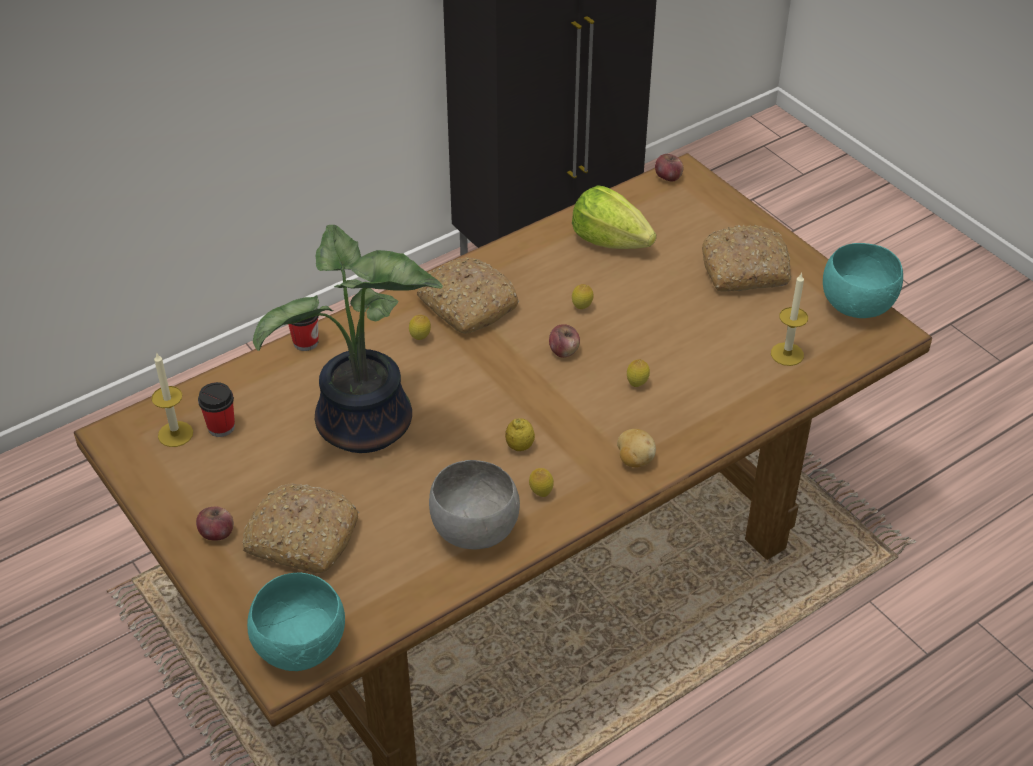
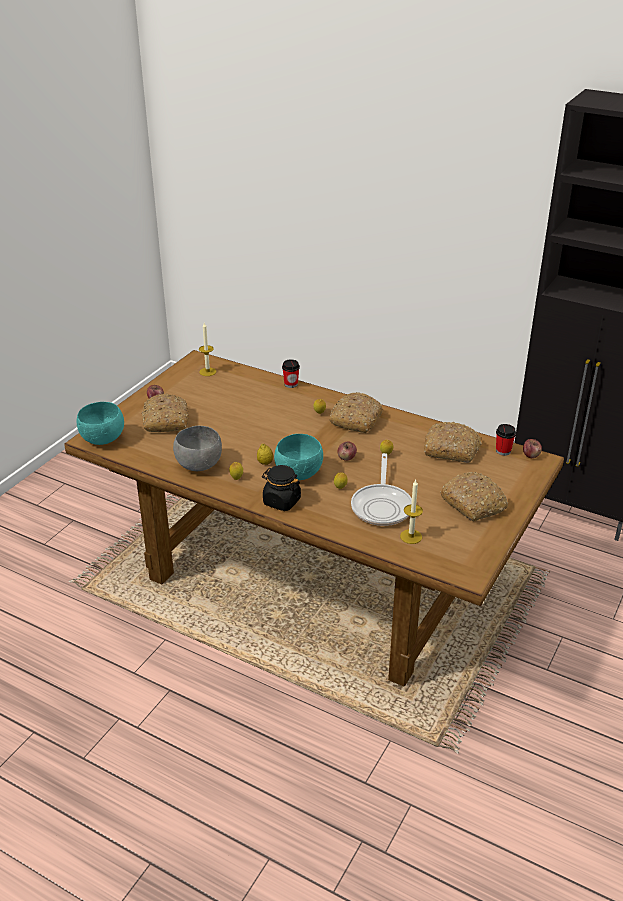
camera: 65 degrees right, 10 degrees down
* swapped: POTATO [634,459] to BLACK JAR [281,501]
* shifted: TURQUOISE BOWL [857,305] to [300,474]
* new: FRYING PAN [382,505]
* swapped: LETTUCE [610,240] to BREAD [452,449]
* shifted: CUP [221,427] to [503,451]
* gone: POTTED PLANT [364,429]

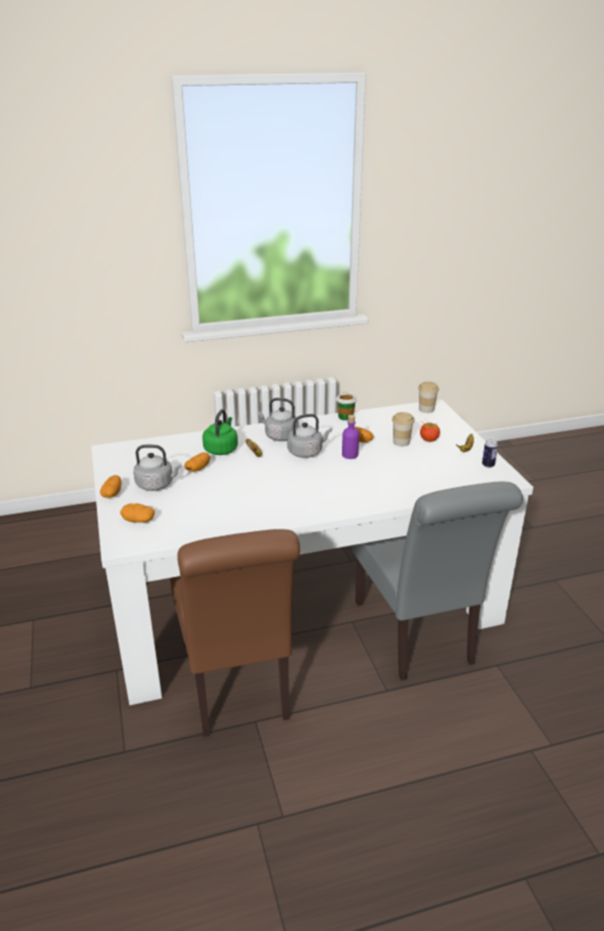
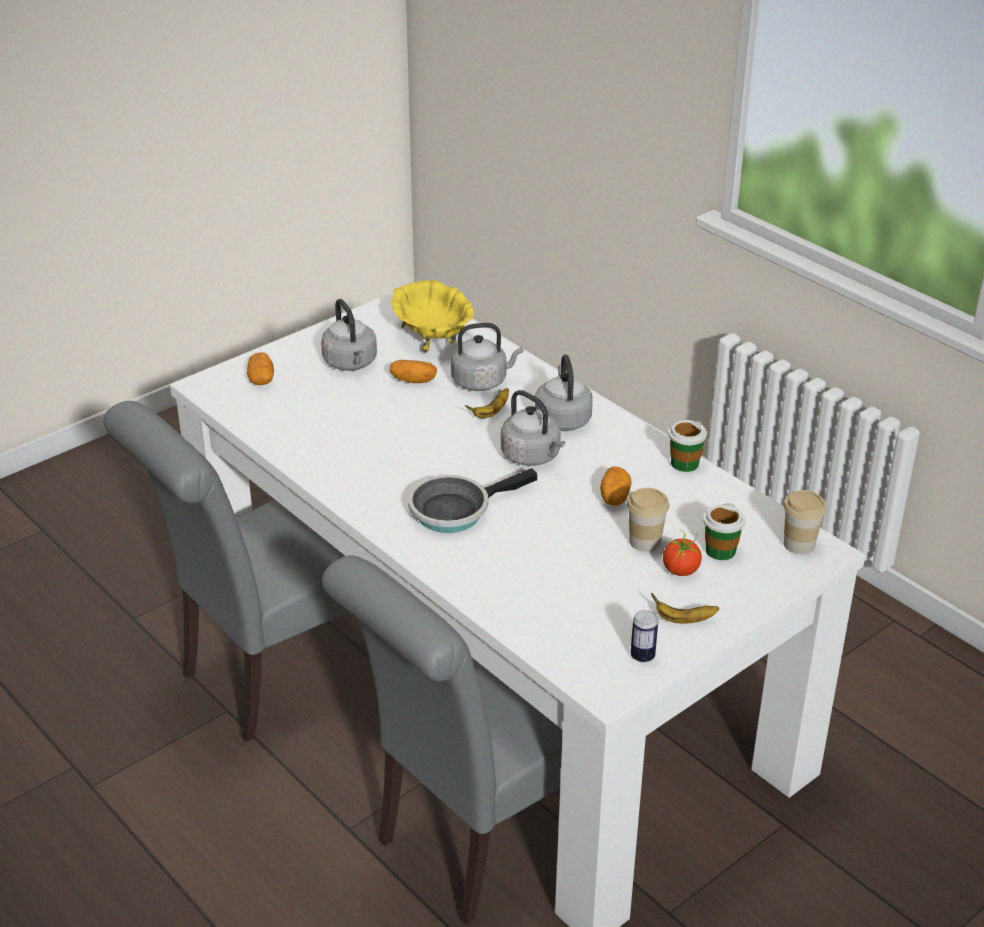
camera: 65 degrees right, 5 degrees up
* repainted: BROWN CHAIR [237,686] to GREY CHAIR [279,673]
* new: YELLOW BOWL [433,336]
* new: FRYING PAN [455,510]
* repainted: GREEN KETTLE [221,449] to GREY KETTLE [482,381]
* new: CUP [720,551]
* gone: POTATO [112,493]
* gone: PURPLE BOTTLE [350,455]

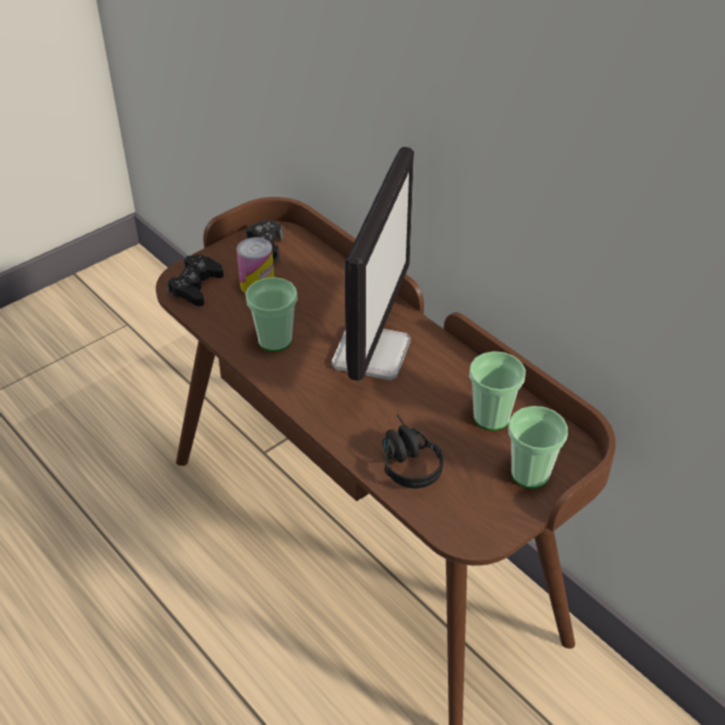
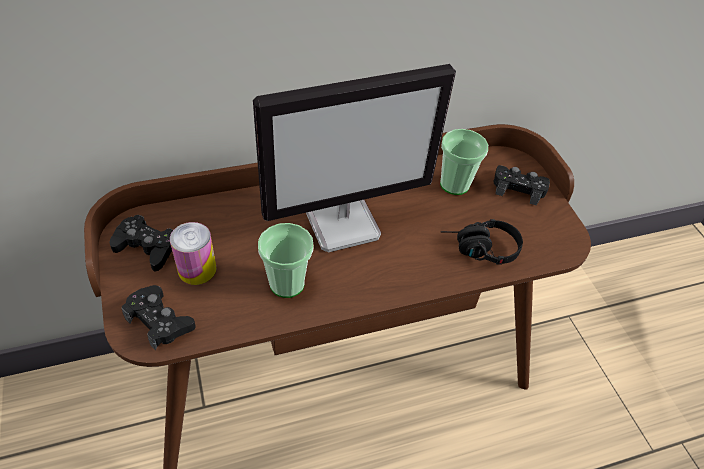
camera: 70 degrees left, 5 degrees up
* rotated: MONITOR [371,352] = [344,223] 120 degrees clockwise
* swapped: CUP [530,473] to BLACK GAME CONTROLLER [518,188]

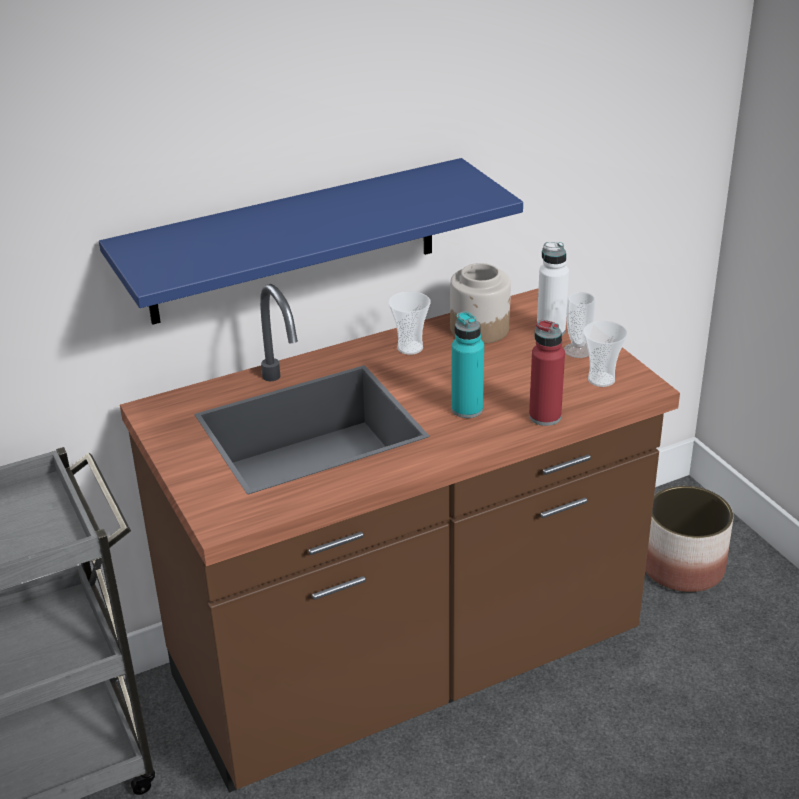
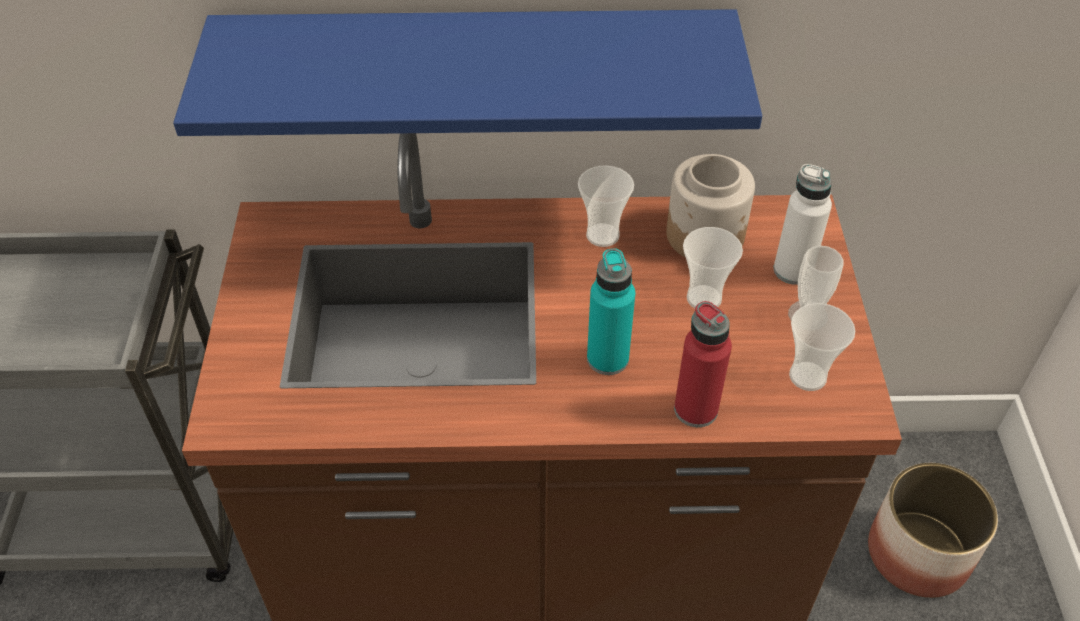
camera: 25 degrees right, 15 degrees up
* new: CUP [704,298]

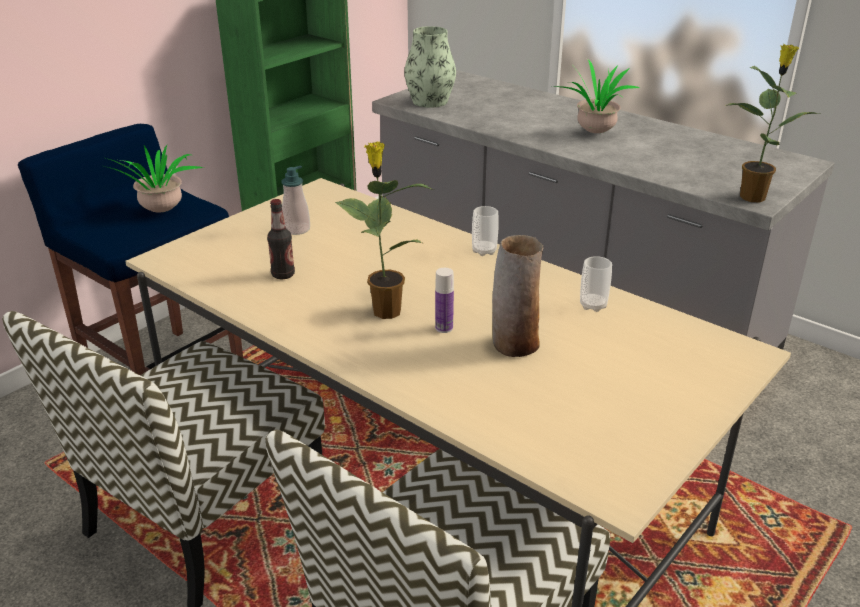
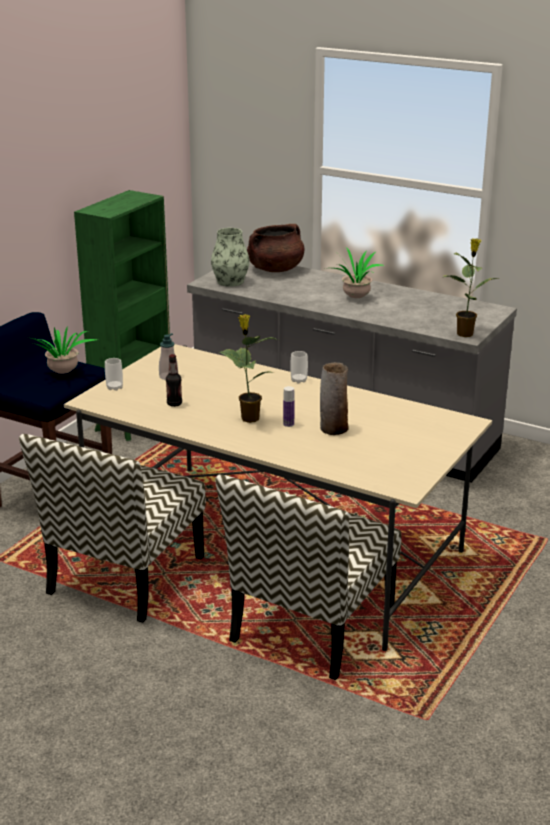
camera: 10 degrees left, 5 degrees down
* shifted: CUP [593,305] to [114,387]
* new: BROWN COOKING POT [275,269]

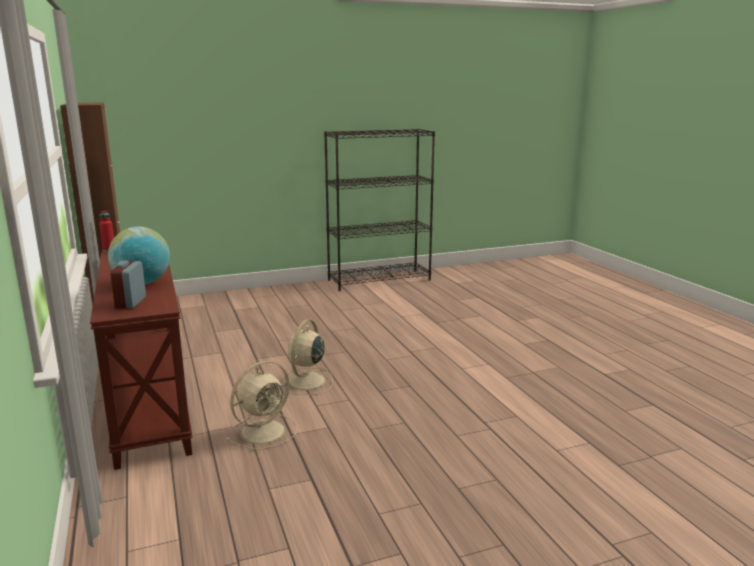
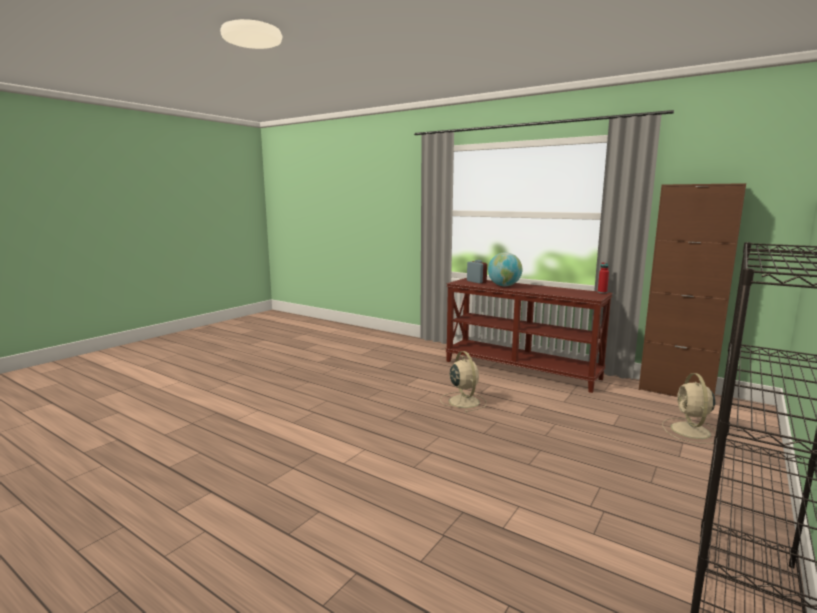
camera: 145 degrees right, 5 degrees down
* shifted: BEIGE FAN [265,431] to [691,431]

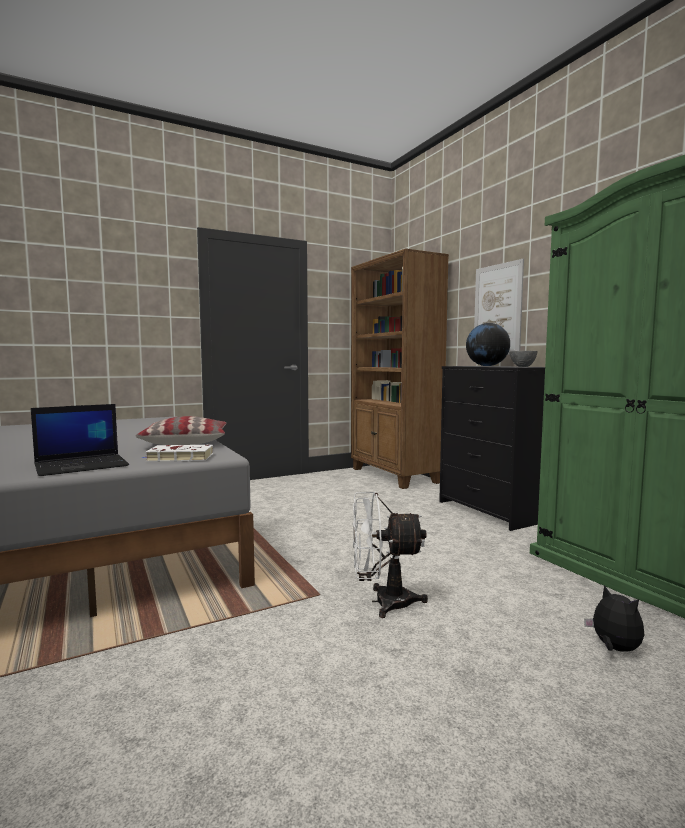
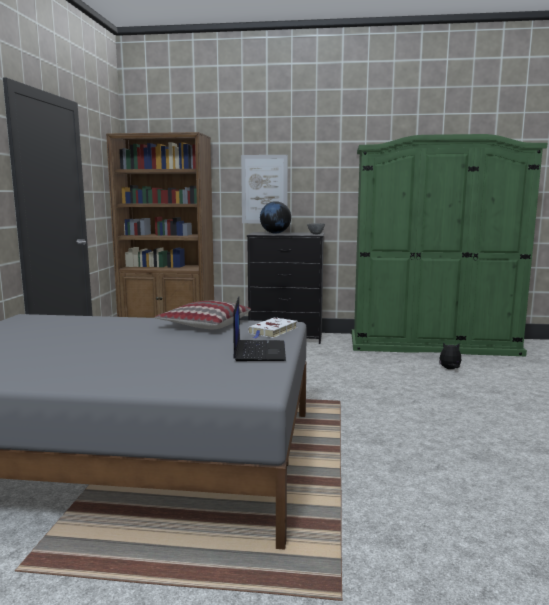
camera: 55 degrees left, 5 degrees up
* gone: WHITE FAN [383,602]

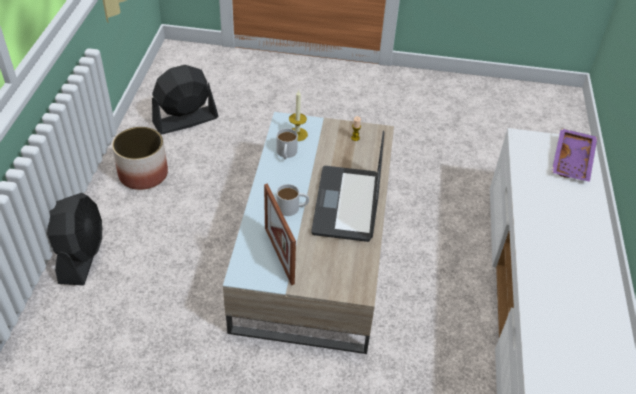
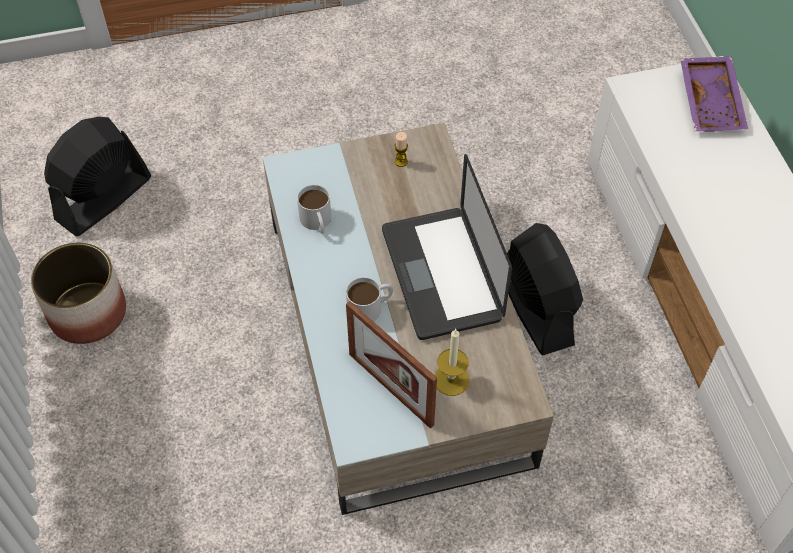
camera: 20 degrees left, 10 degrees up
* shifted: CANDLE [297,134] to [451,380]
* shifted: BLACK FAN [81,255] to [535,308]

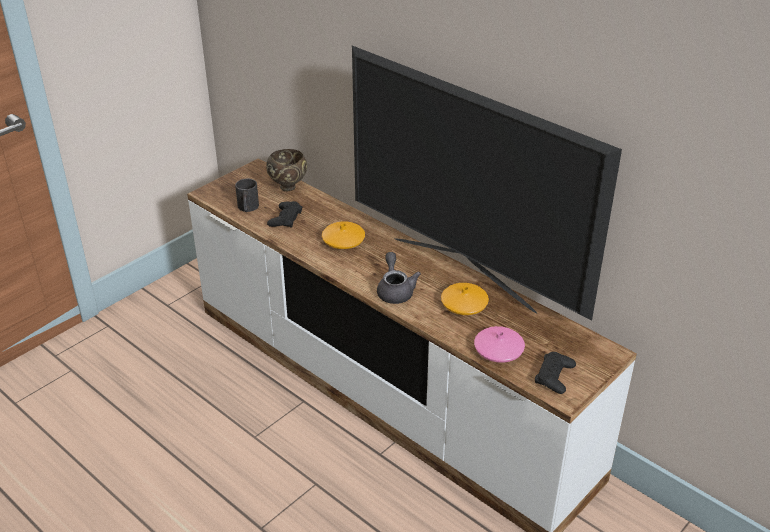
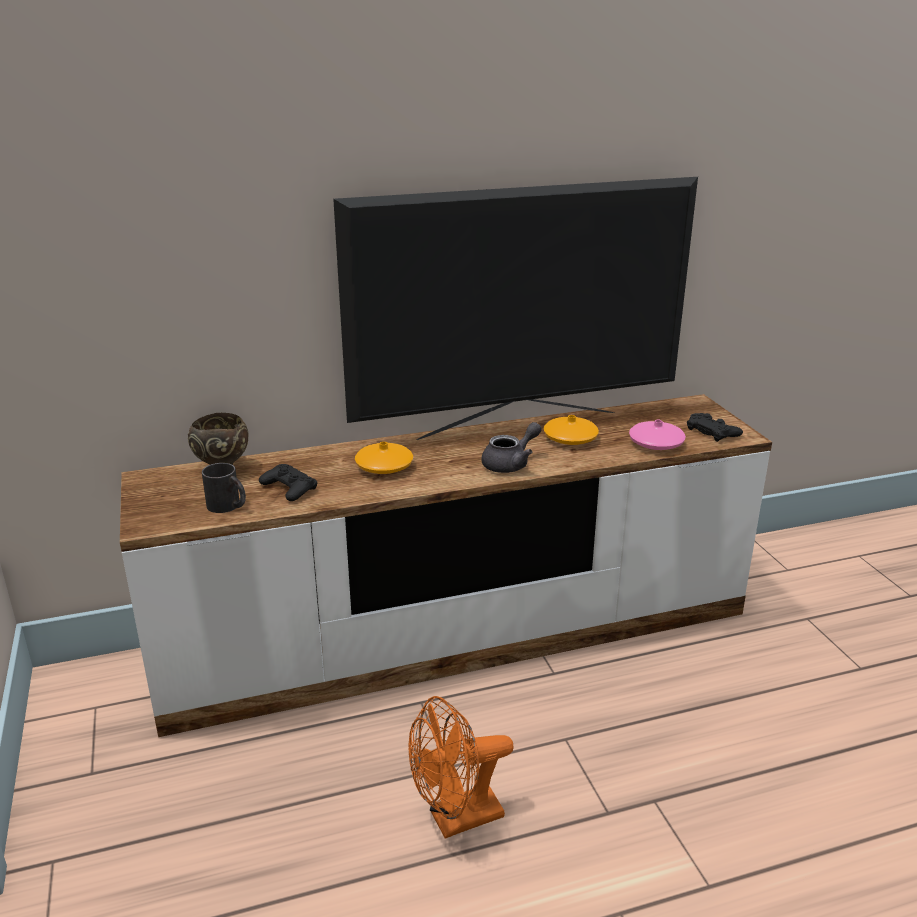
camera: 60 degrees left, 10 degrees down
* new: ORANGE FAN [456,819]
* rotated: GREY TEAPOT [395,290] = [511,464] 120 degrees clockwise

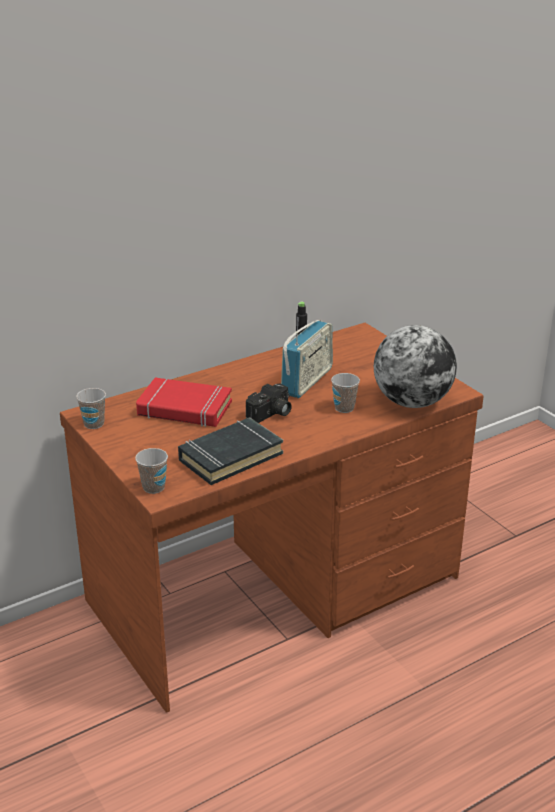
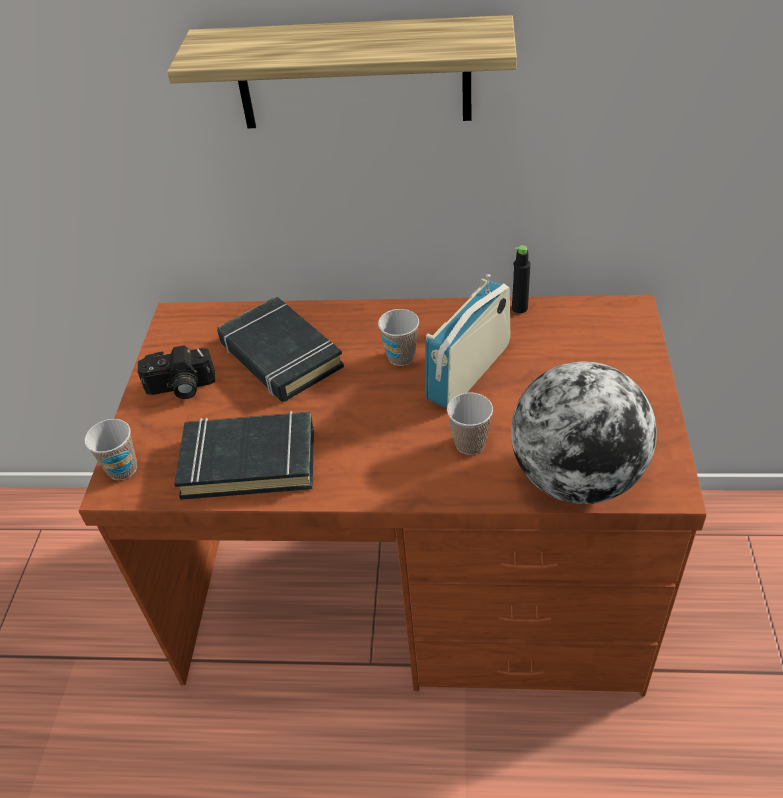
camera: 40 degrees right, 15 degrees up
* shifted: PHOTO CAMERA [271,414] to [180,388]
* new: SHELF [353,74]
* repainted: RED BOOK [184,409] to BLACK BOOK [280,356]
* shifted: CUP [94,424] to [401,357]
* rotated: RADIO [307,381] = [469,372] 150 degrees clockwise

